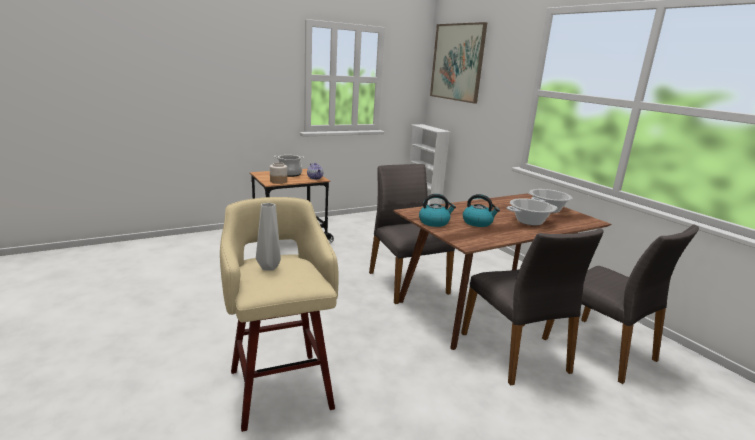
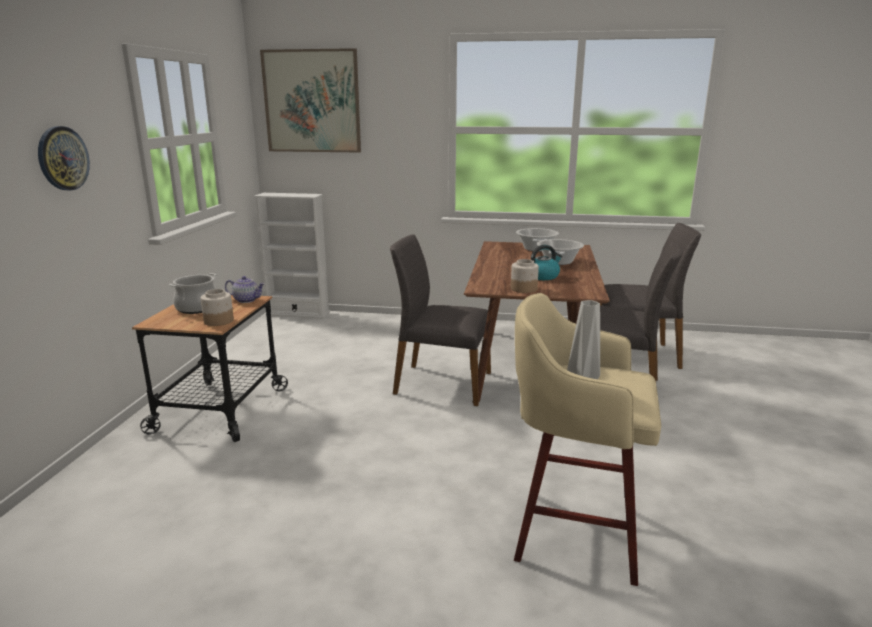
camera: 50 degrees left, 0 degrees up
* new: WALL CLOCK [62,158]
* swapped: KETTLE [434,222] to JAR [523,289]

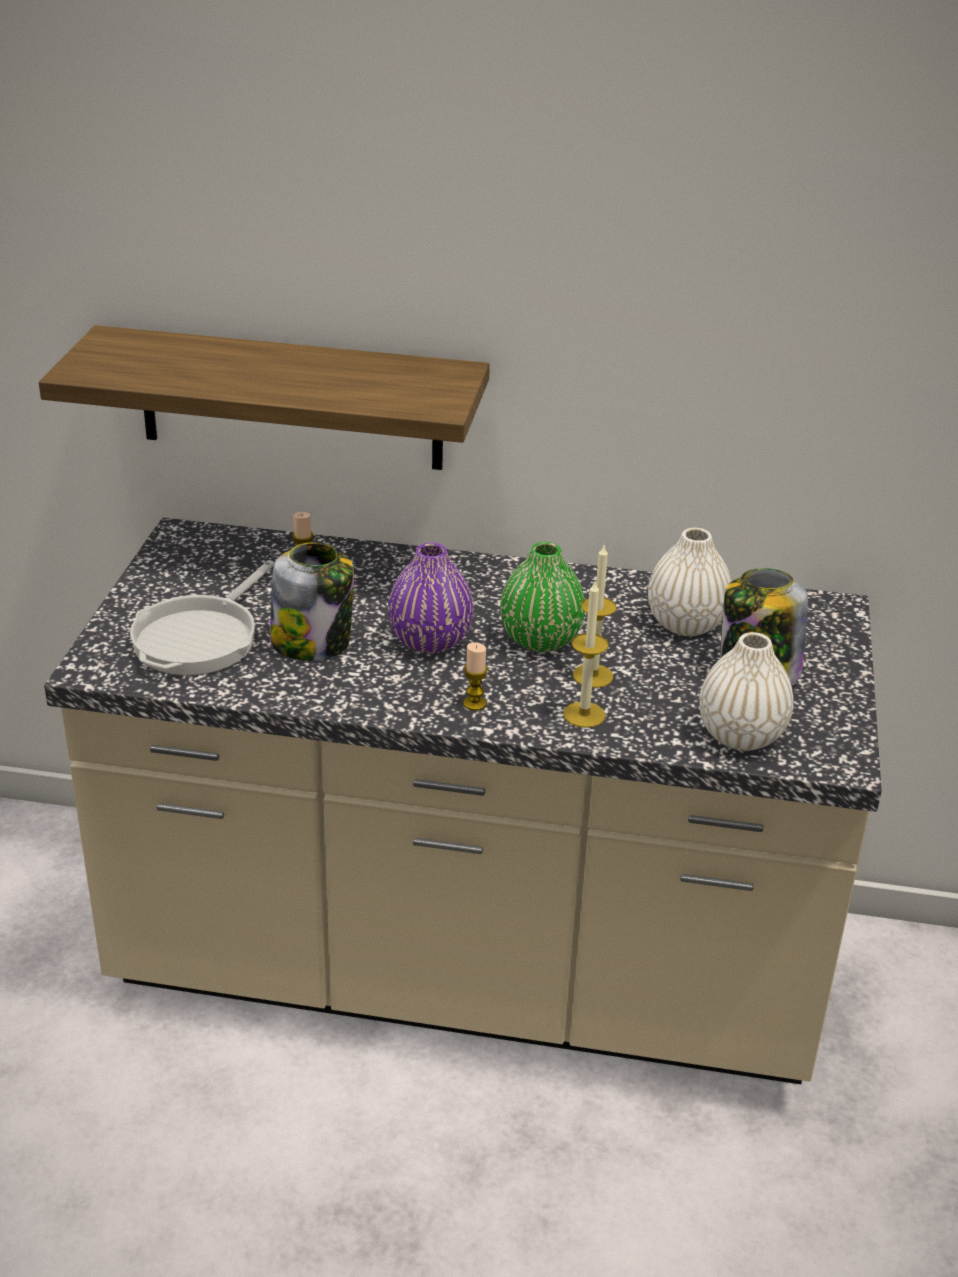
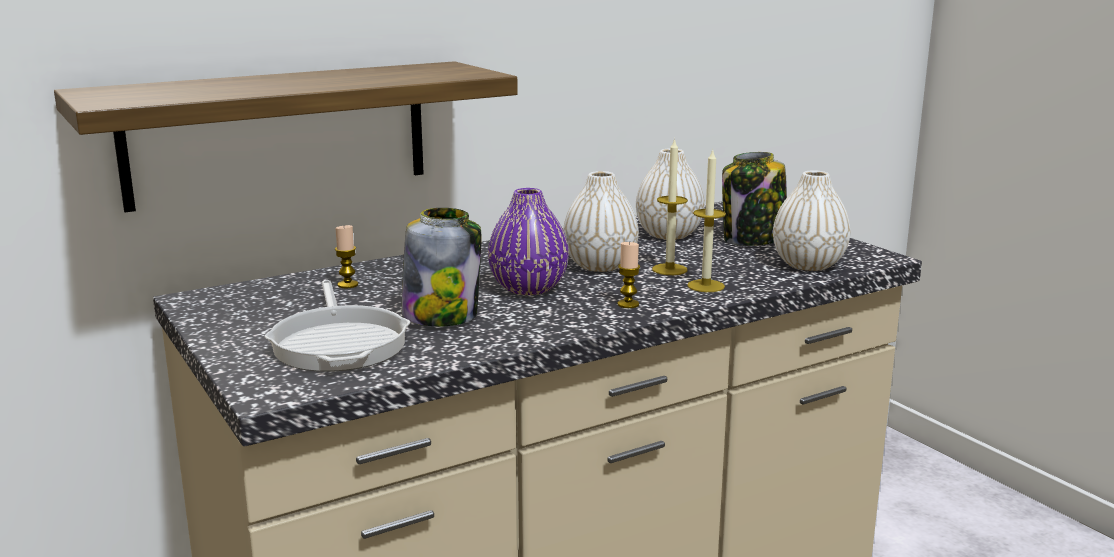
camera: 40 degrees left, 15 degrees down
* repainted: GREEN VASE [540,639] to WHITE VASE [600,265]

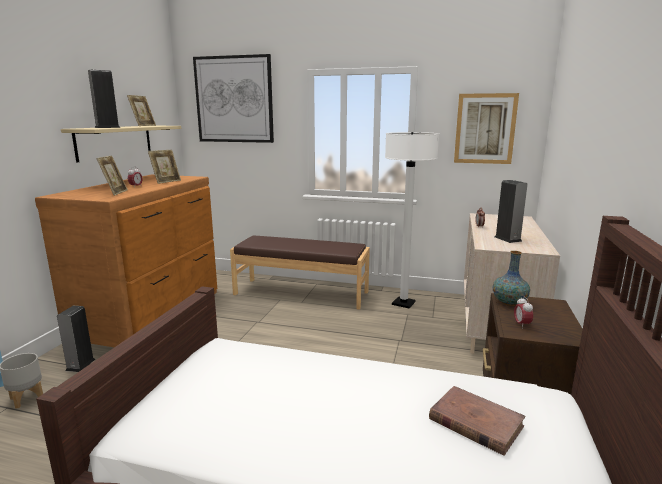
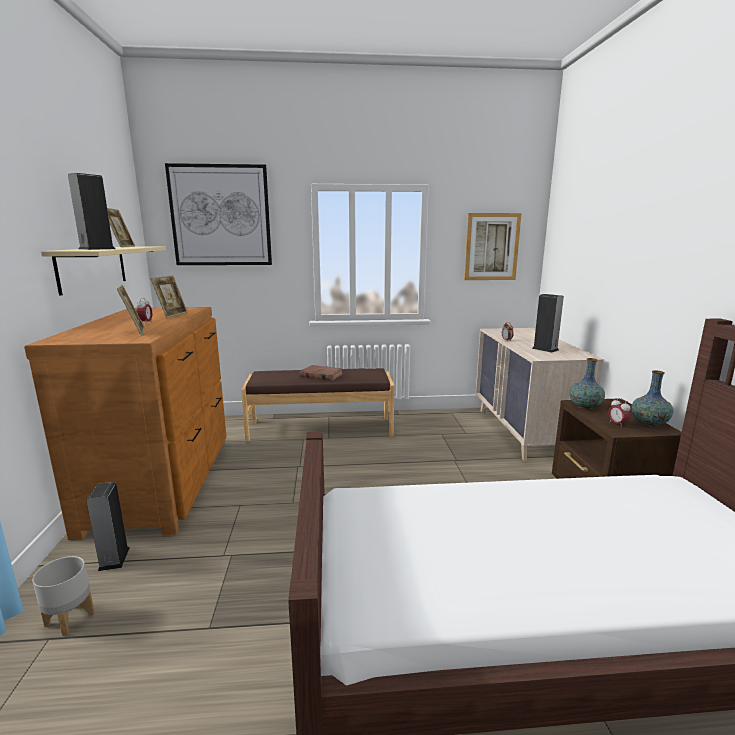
camera: 20 degrees left, 0 degrees up
* shifted: BROWN BOOK [475,422] to [321,375]
* new: VASE [649,423]
* gone: WHITE FLOOR LAMP [403,303]

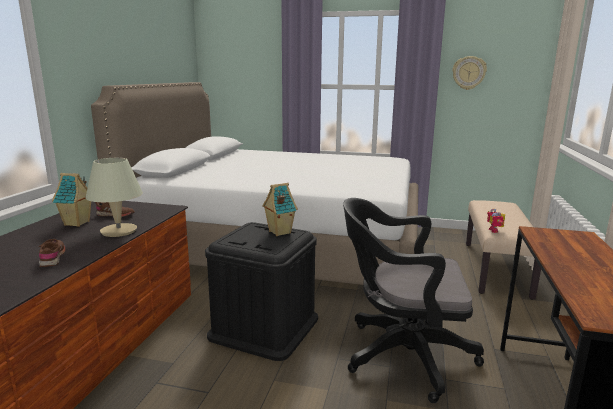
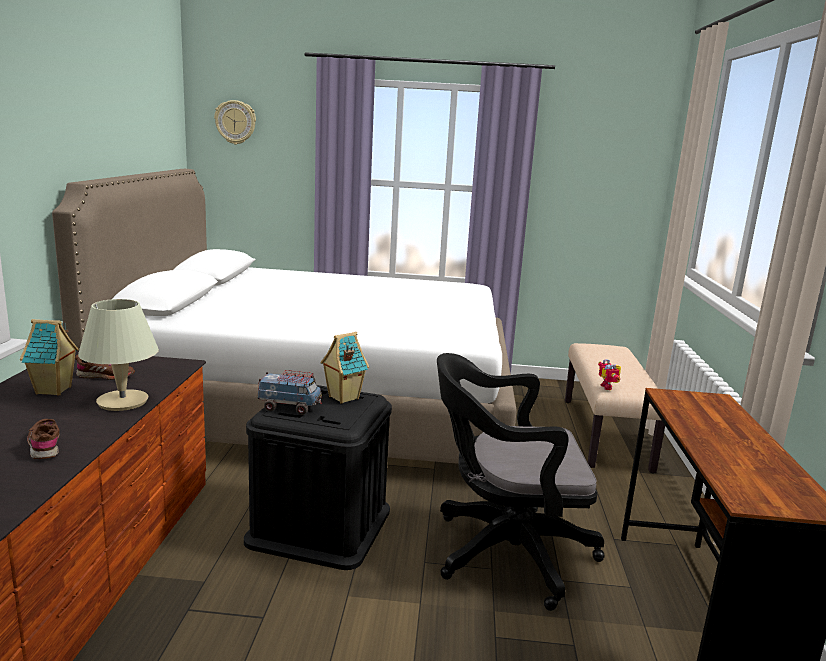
camera: 10 degrees left, 0 degrees up
* shifted: WALL CLOCK [468,73] to [235,122]
* new: TOY TRUCK [290,407]

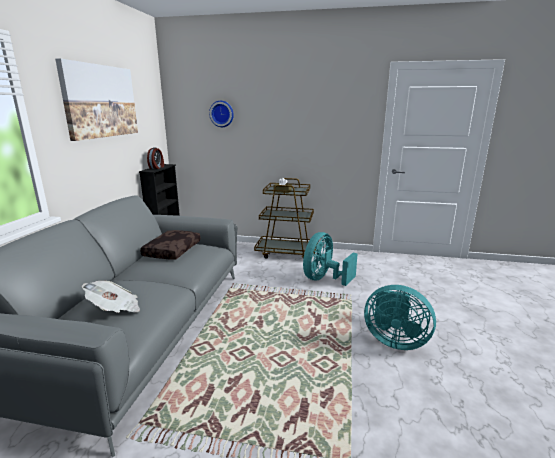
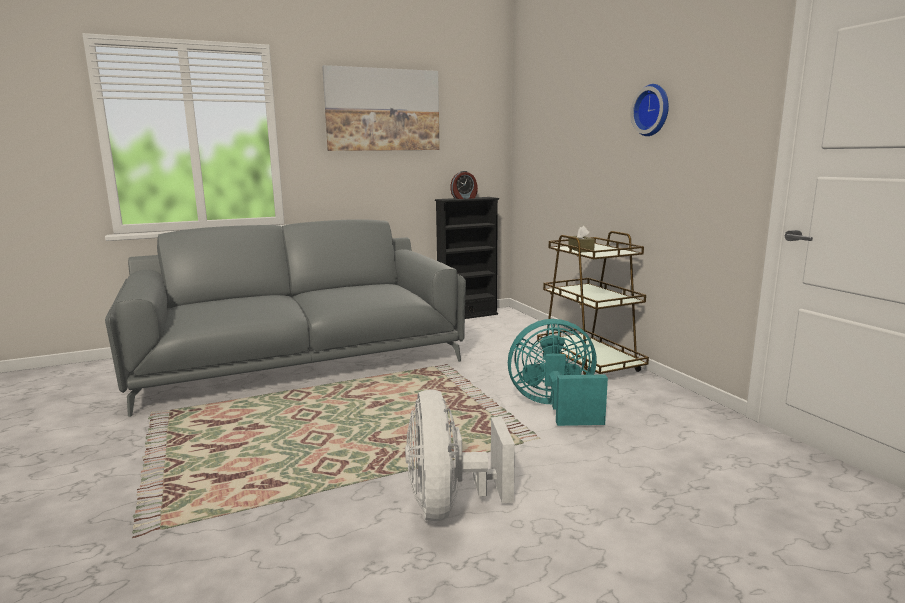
camera: 55 degrees right, 5 degrees down
* repainted: TURQUOISE FAN [394,340] to WHITE FAN [449,505]
* shifted: WALL CLOCK [222,114] to [653,110]
* gone: NEWSPAPER [115,309]
* gone: BROWN PILLOW [172,250]

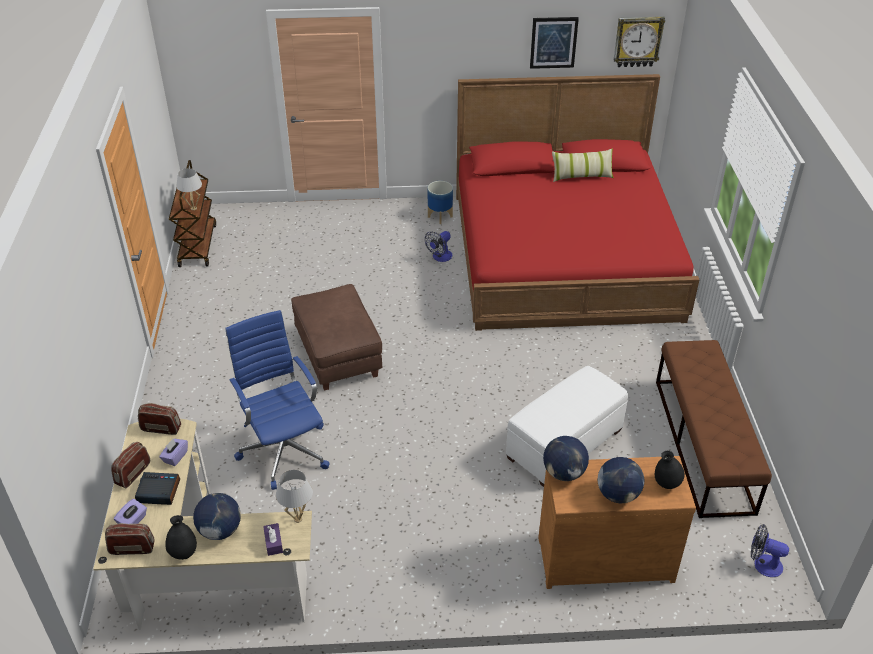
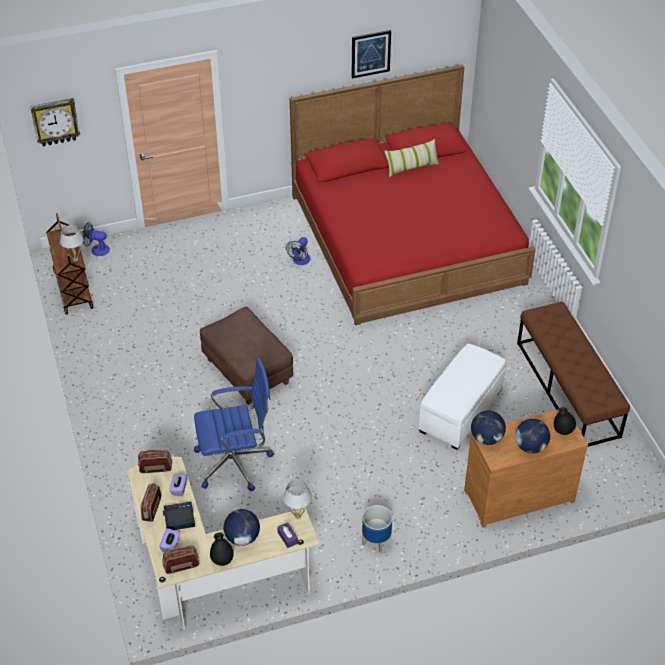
camera: 15 degrees left, 5 degrees up
* shifted: WALL CLOCK [637,41] to [55,121]
* shifted: FAN [762,564] to [97,249]
* rotated: BLUE OFFICE CHAIR [284,449] = [235,462] 120 degrees clockwise
* shifted: PLANTER [439,217] to [376,541]

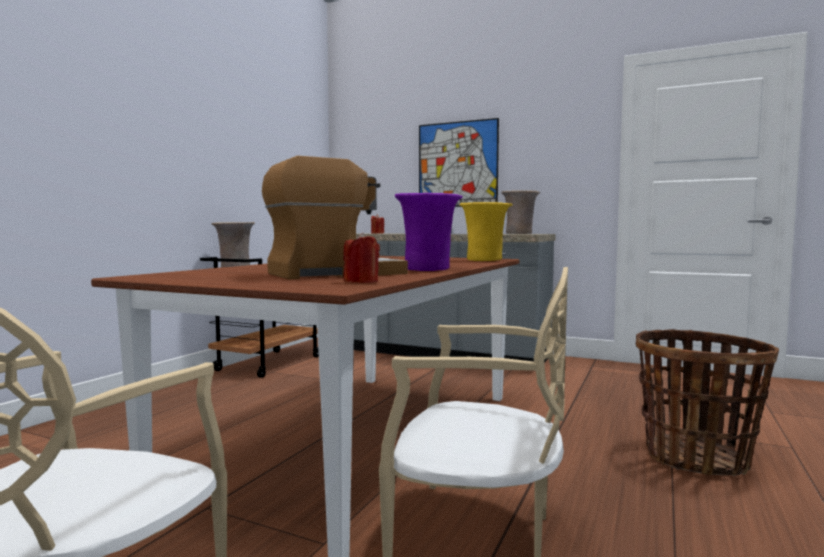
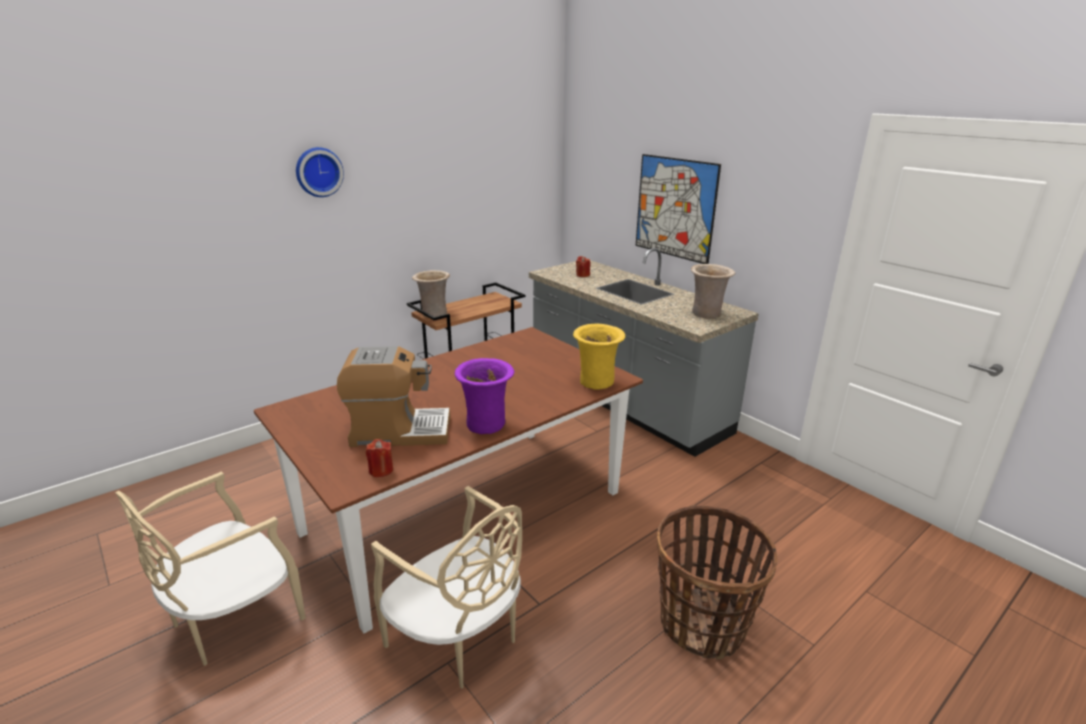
camera: 25 degrees right, 20 degrees up
* new: WALL CLOCK [318,172]

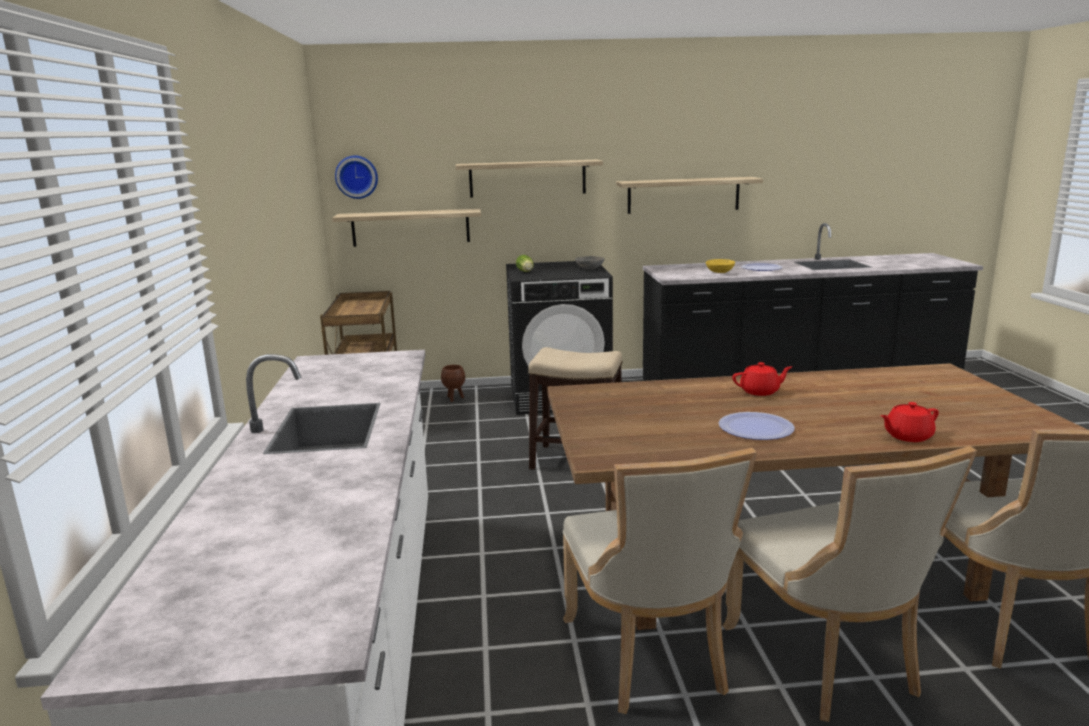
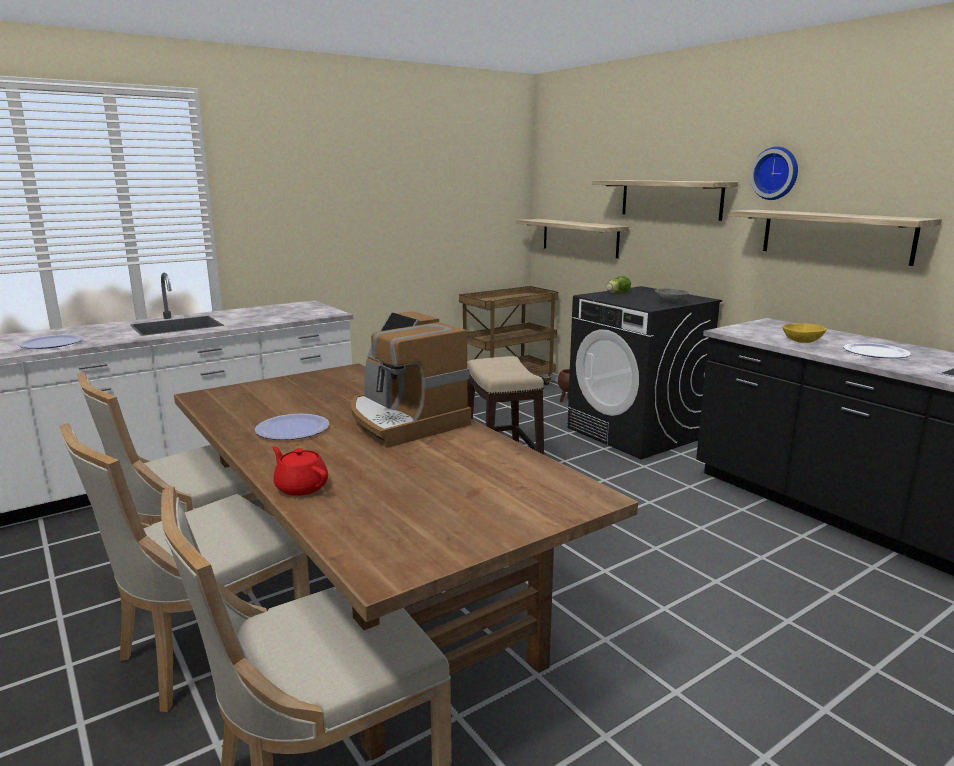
camera: 60 degrees right, 0 degrees up
* new: PLATE [52,343]
* swapped: RED TEAPOT [760,391] to COFFEE MACHINE [404,421]
* shifted: WALL CLOCK [357,177] to [776,173]

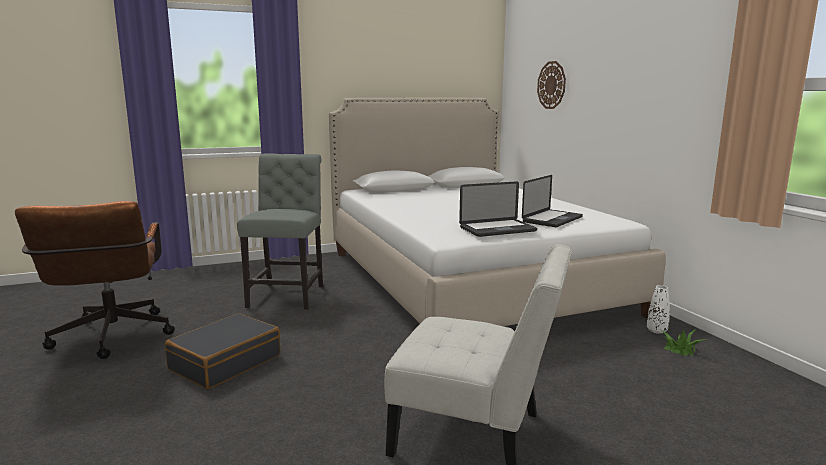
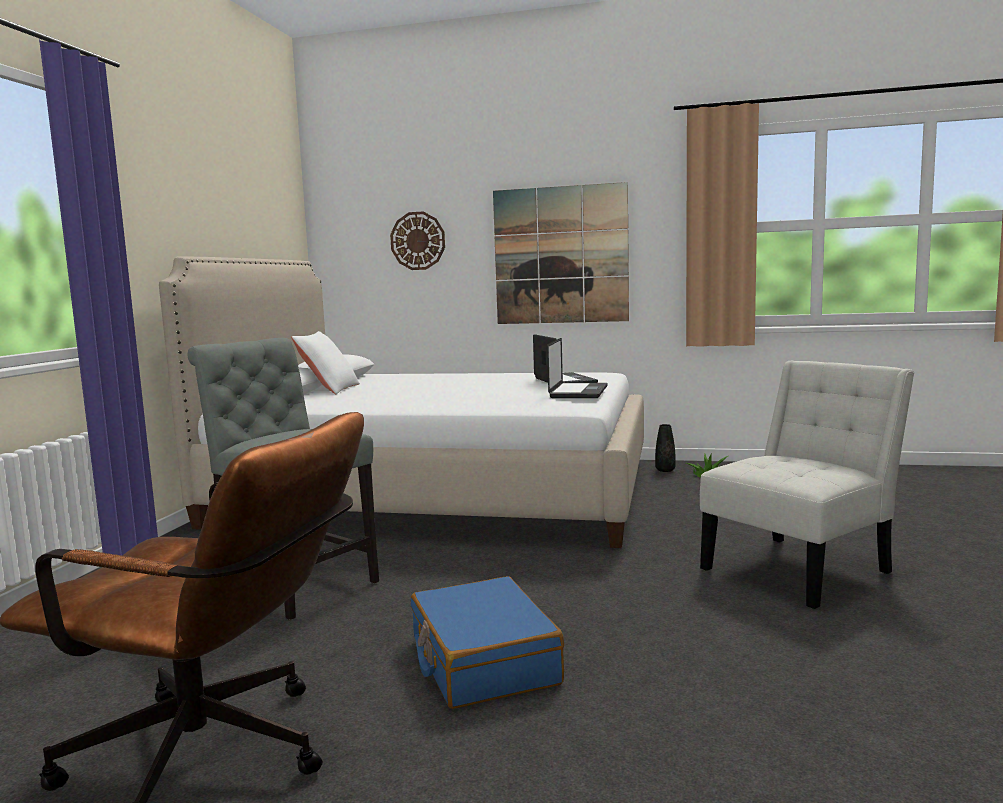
camera: 55 degrees left, 5 degrees down
* new: WHITE PILLOW [329,389]
* repainted: BLACK SUITCASE [225,362] to BLUE SUITCASE [482,661]
* new: PICTURE [560,255]
* repainted: WHITE VASE [656,330] to BLACK VASE [665,470]

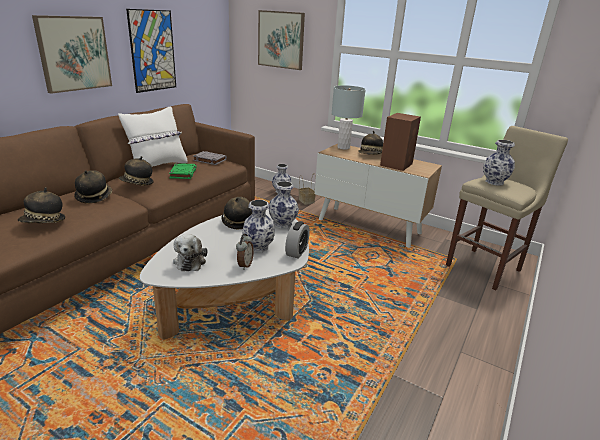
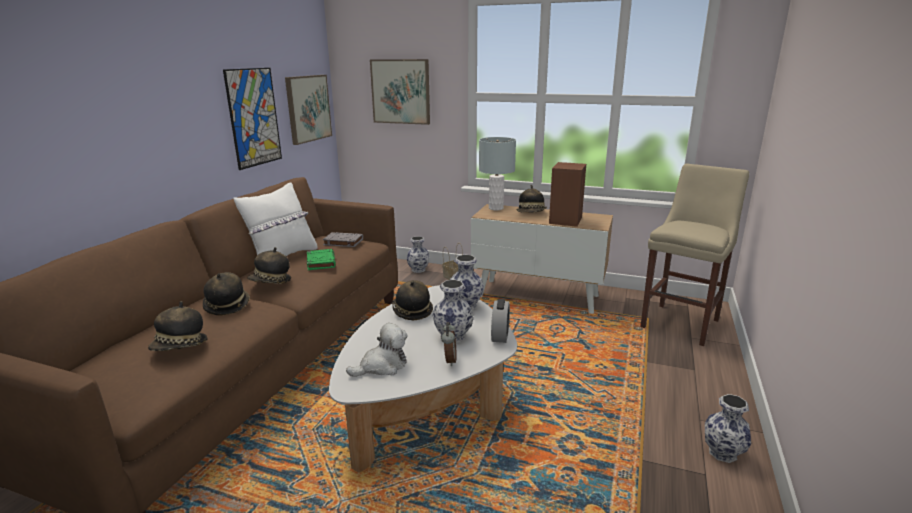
camera: 10 degrees left, 5 degrees down
* shifted: PICTURE [74,53] to [308,108]
* rotated: PLUSH TOY [190,261] = [382,366] 105 degrees counterclockwise
* shifted: VASE [494,182] to [723,453]

